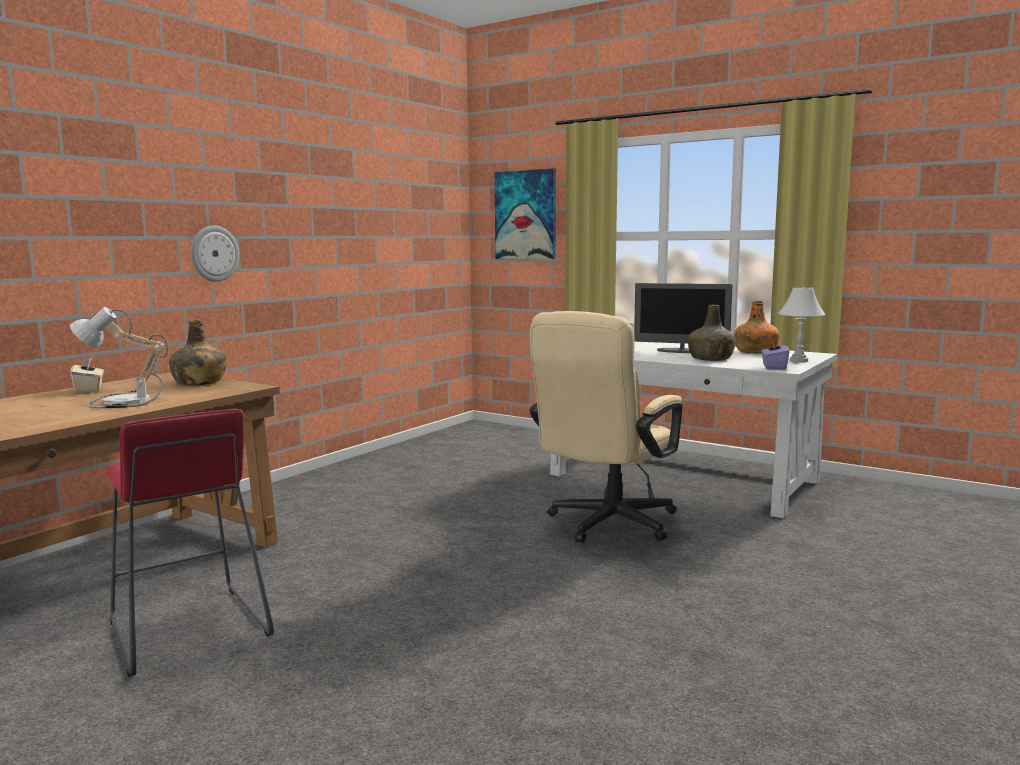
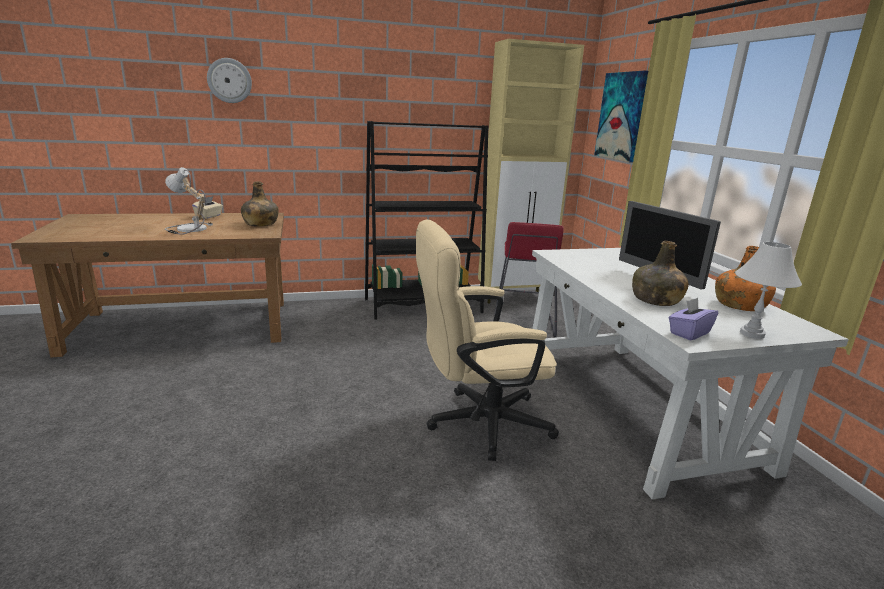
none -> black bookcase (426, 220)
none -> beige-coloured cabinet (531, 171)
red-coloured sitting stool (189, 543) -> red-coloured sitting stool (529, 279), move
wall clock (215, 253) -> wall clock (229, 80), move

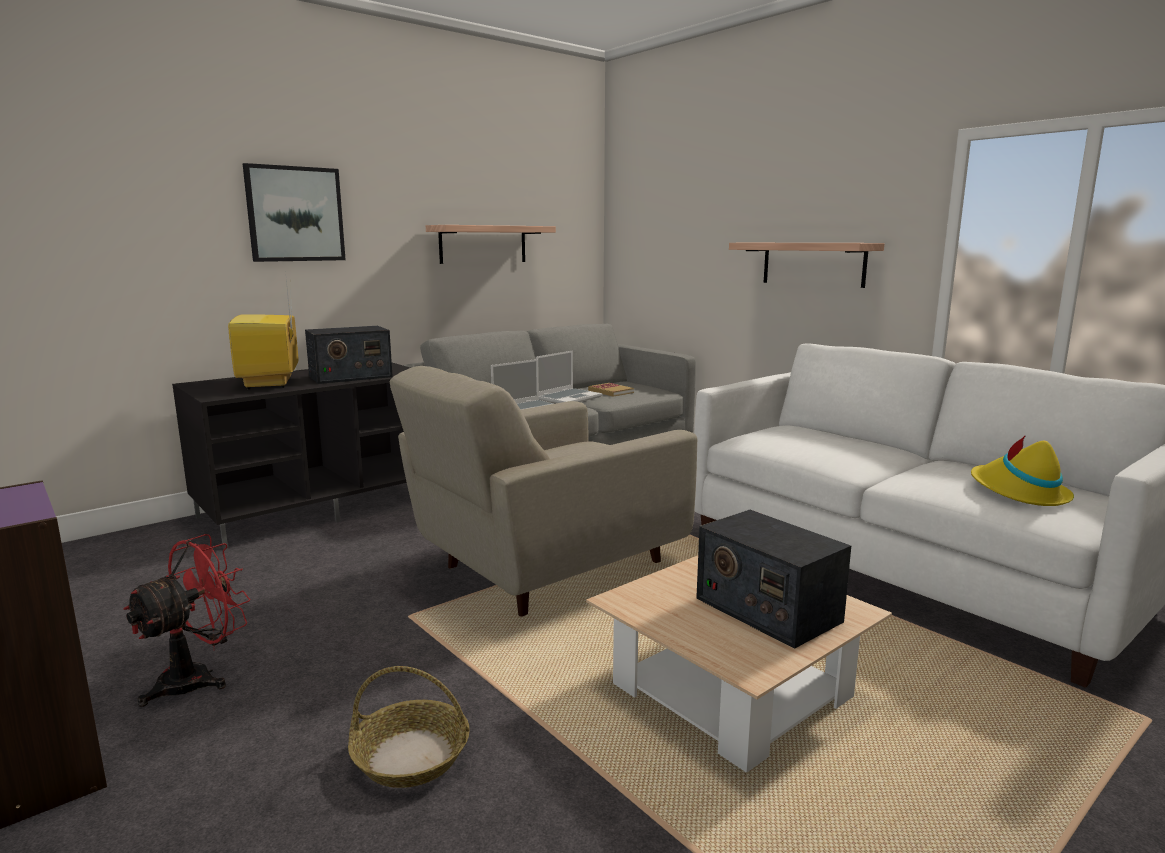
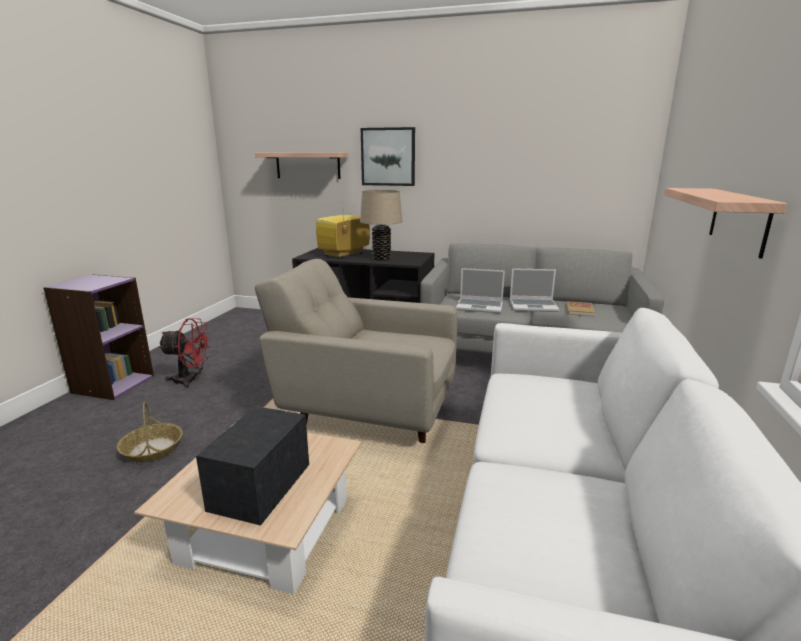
yellow-coloured hat (1022, 470) -> none
shelf (491, 244) -> shelf (301, 166), move
radio (349, 355) -> beige-coloured lamp for a table (381, 225)

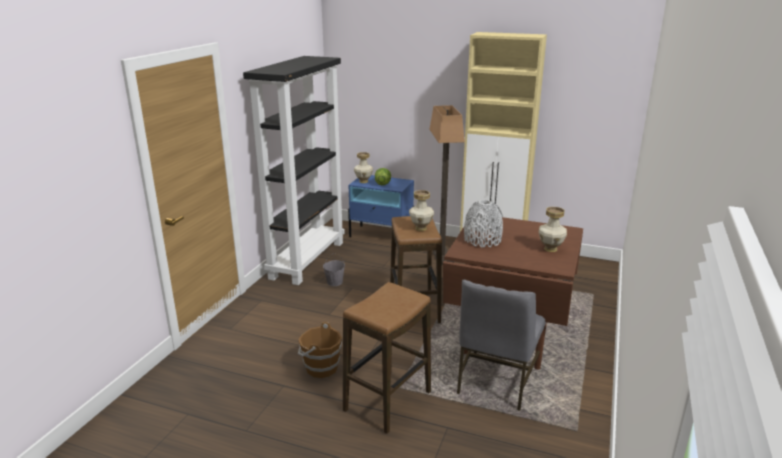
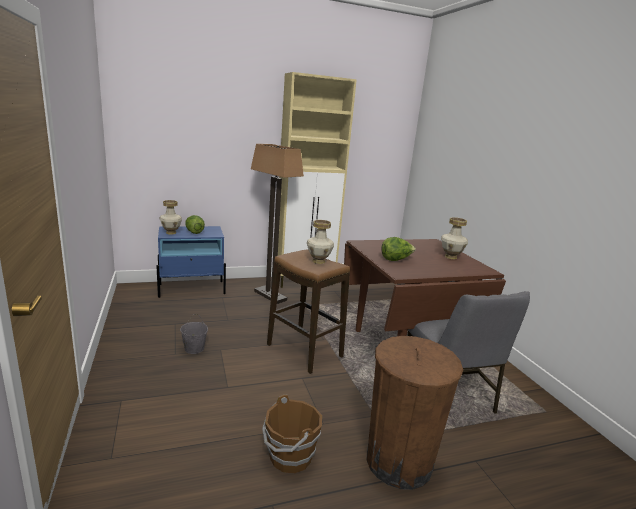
black bookcase (294, 170) -> none
sitting stool (387, 358) -> brown waste bin (415, 413)
gray flower vase (483, 224) -> lettuce (398, 249)

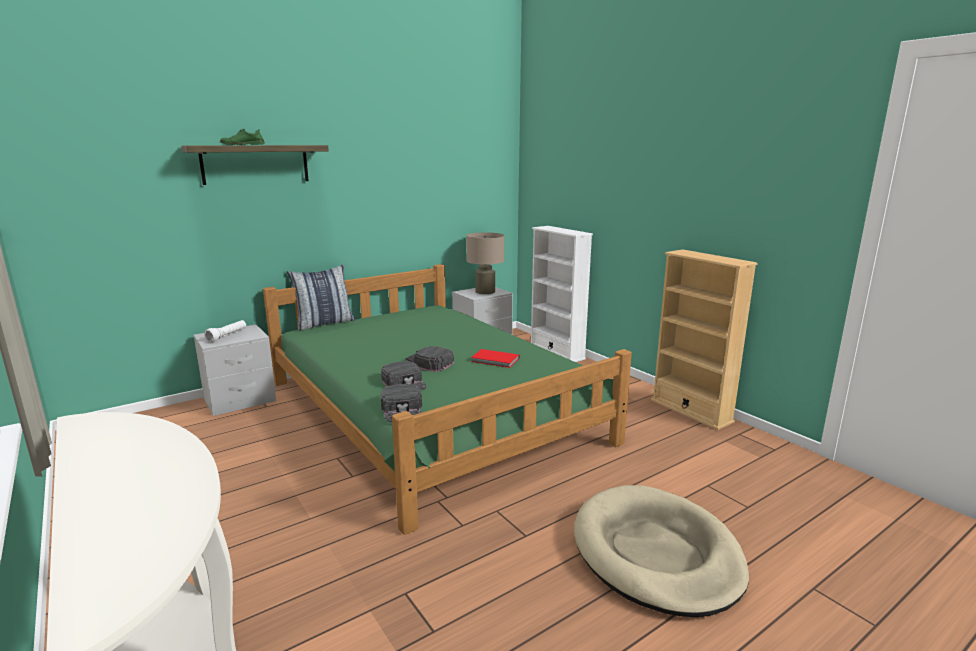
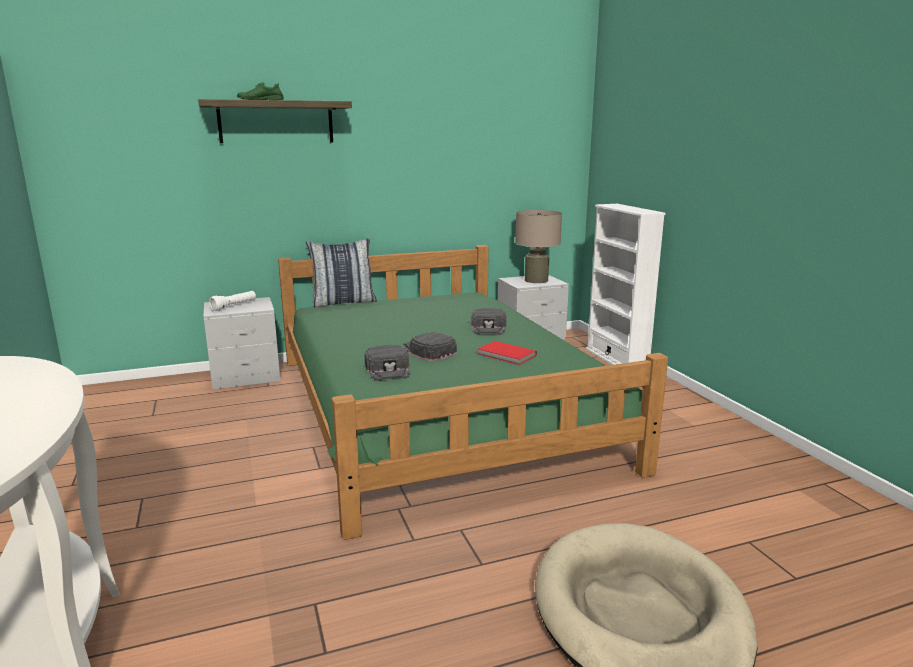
beige-coloured bookcase (704, 339) -> none
black cap (401, 403) -> black cap (488, 321), move

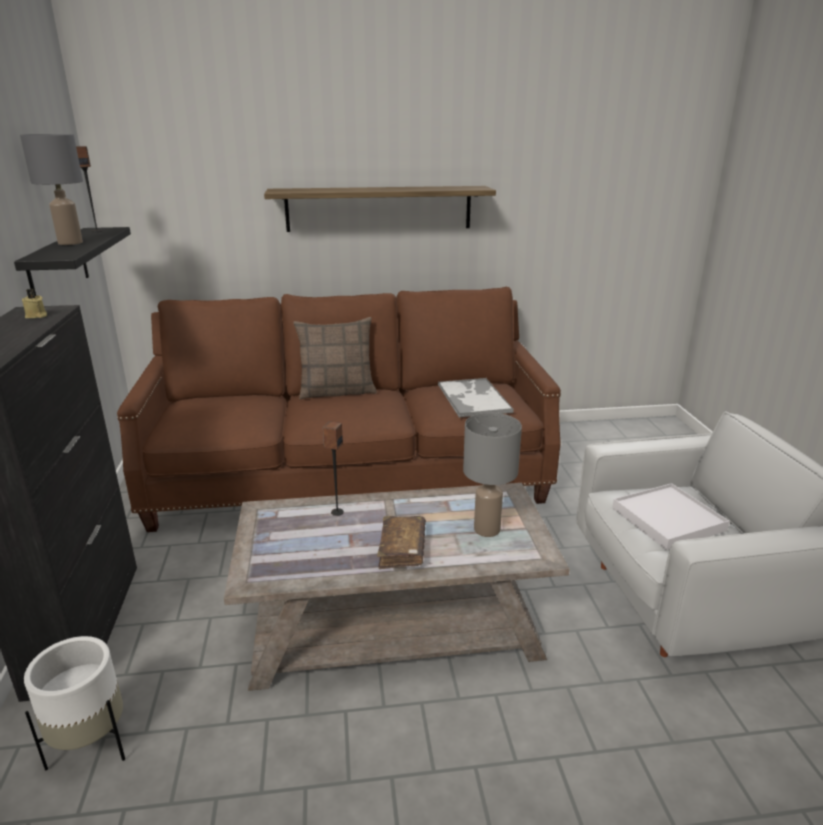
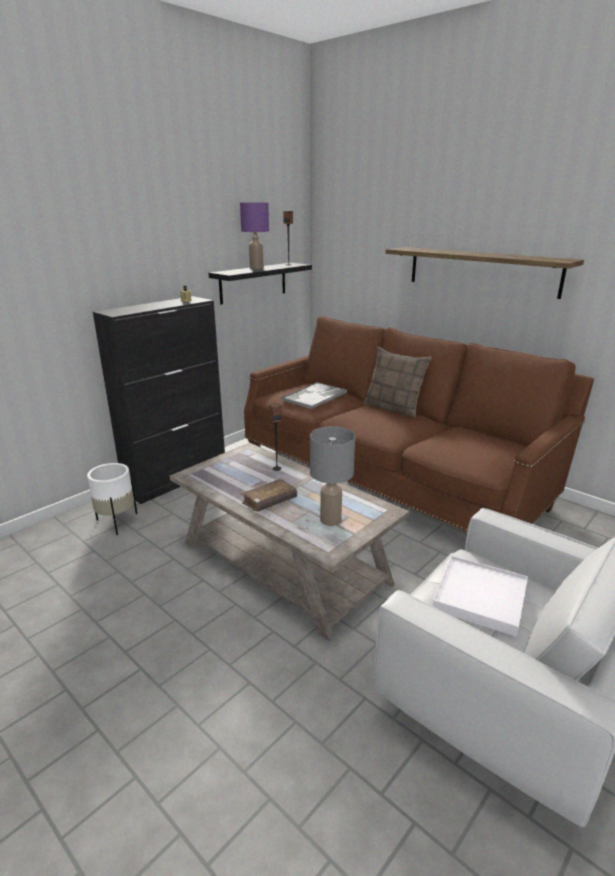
tray (475, 397) -> tray (314, 395), move
gray lamp for a table (51, 189) -> purple-coloured lamp for a table (254, 235)

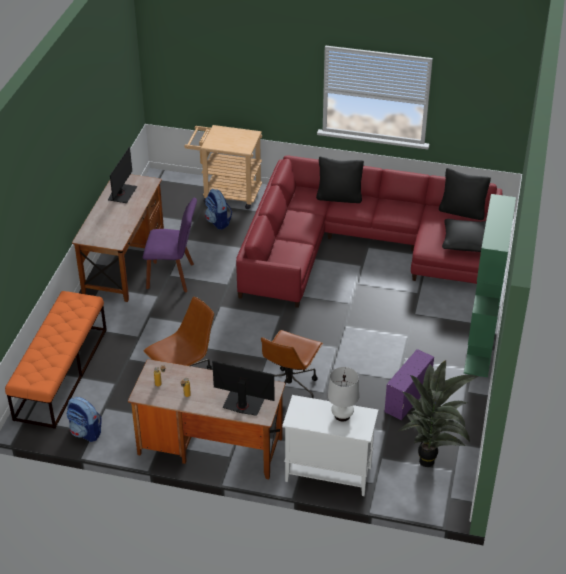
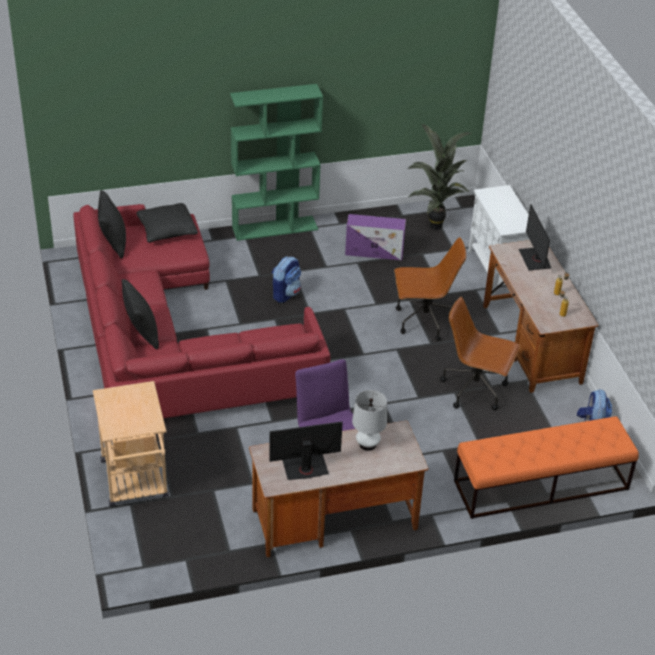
rucksack (218, 209) -> rucksack (286, 279), move
white lamp for a table (343, 394) -> white lamp for a table (369, 420), move

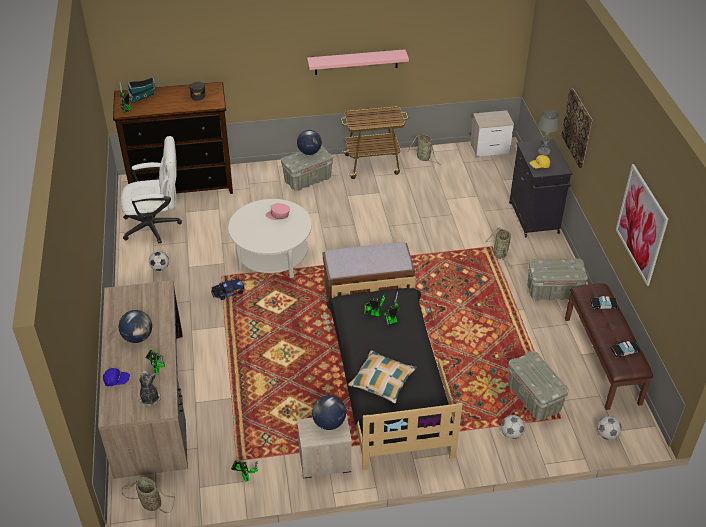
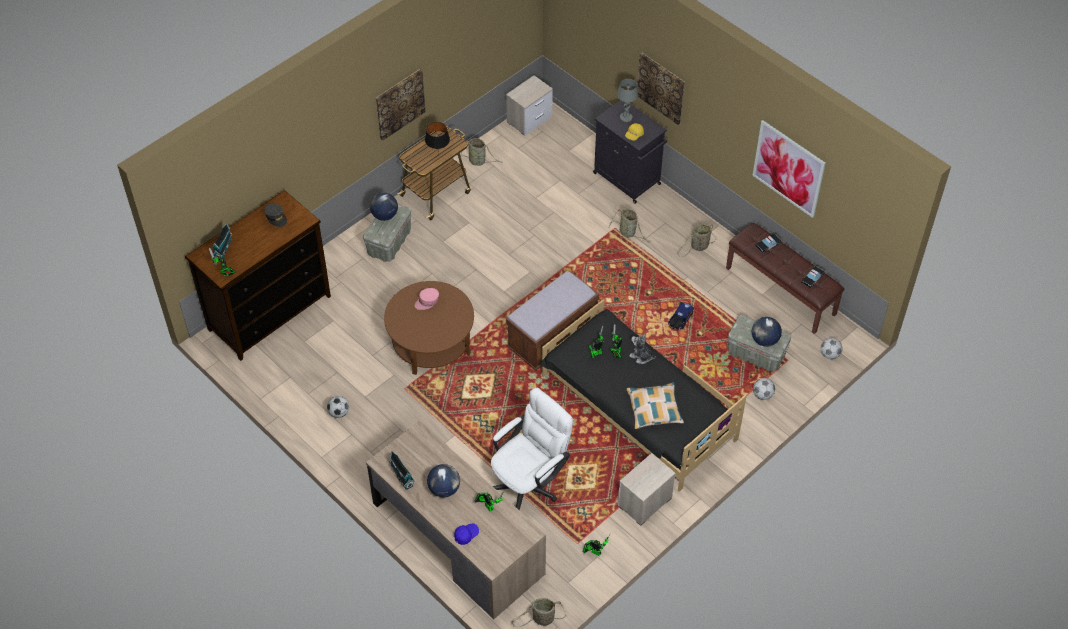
none -> model house (402, 470)
none -> black lamp for a table (437, 138)
white desk chair (151, 189) -> white desk chair (532, 449), move
plush toy (150, 388) -> plush toy (642, 349), move
toy lorry (227, 289) -> toy lorry (681, 316), move
world globe (329, 412) -> world globe (767, 332), move
pinkish shelf (358, 62) -> wall picture (400, 105)
gray storage bin (558, 280) -> household basket (696, 240)
white coffee table (270, 238) -> brown coffee table (429, 328)

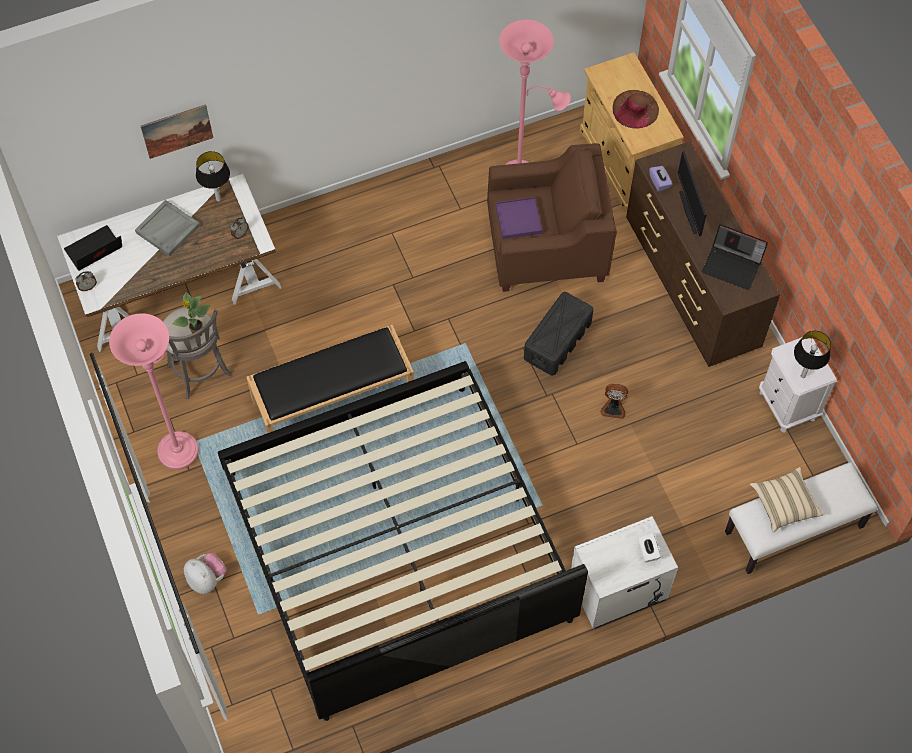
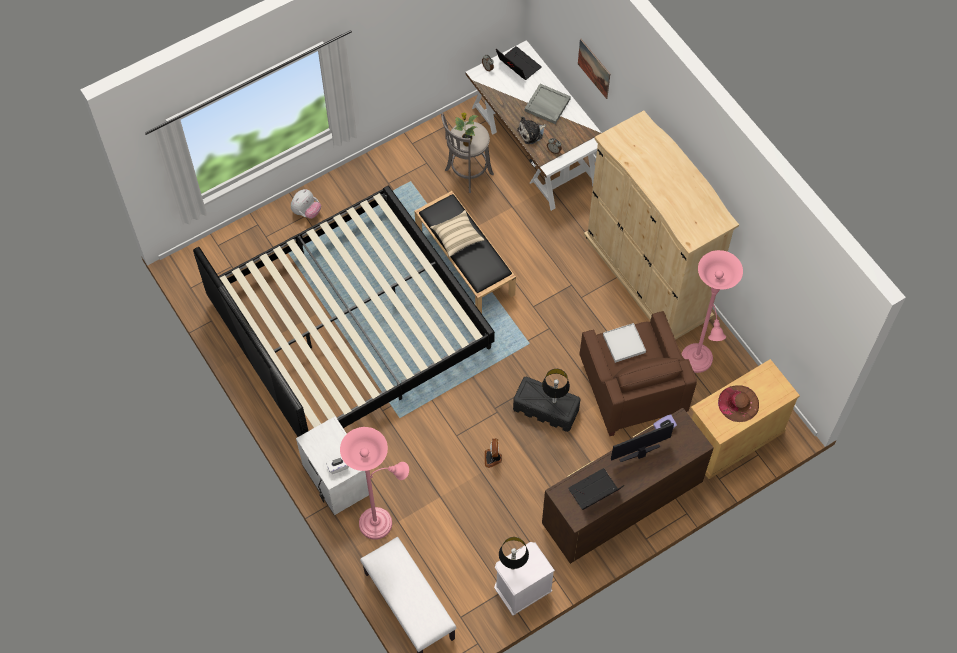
none -> plush toy (531, 130)
none -> beige-coloured armoire (661, 225)
pinkish standing lamp (154, 391) -> pinkish standing lamp (374, 483), move
lamp for a table (213, 176) -> lamp for a table (556, 386), move
beige-coloured cushion (786, 500) -> beige-coloured cushion (457, 233), move
purple-coloured tray (519, 218) -> white tray (624, 343)
notebook computer (735, 257) -> notebook computer (596, 489), 45 degrees clockwise

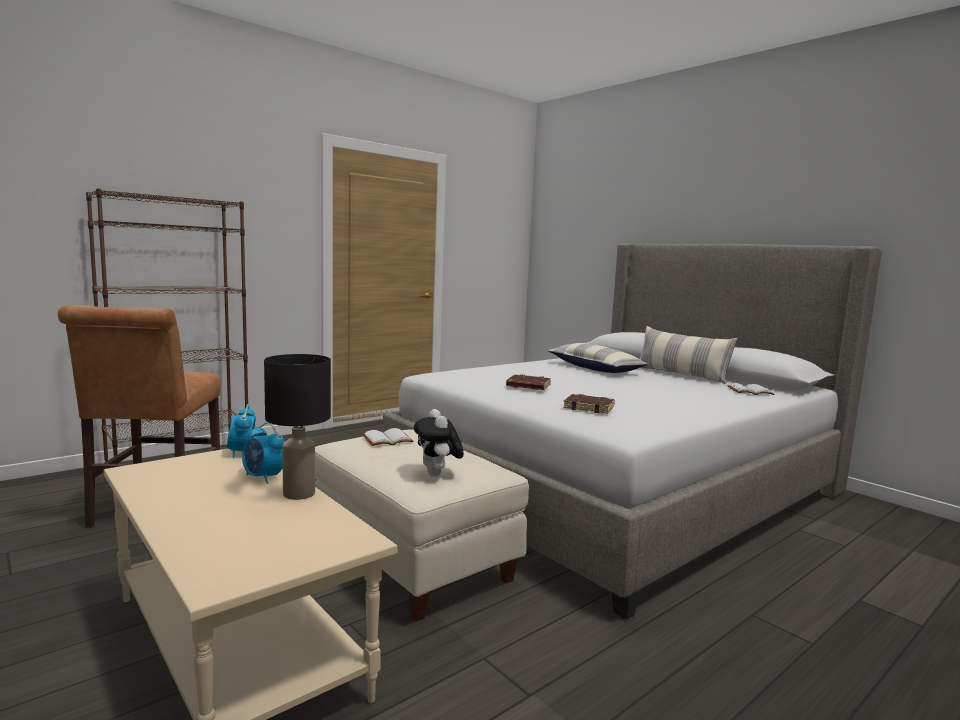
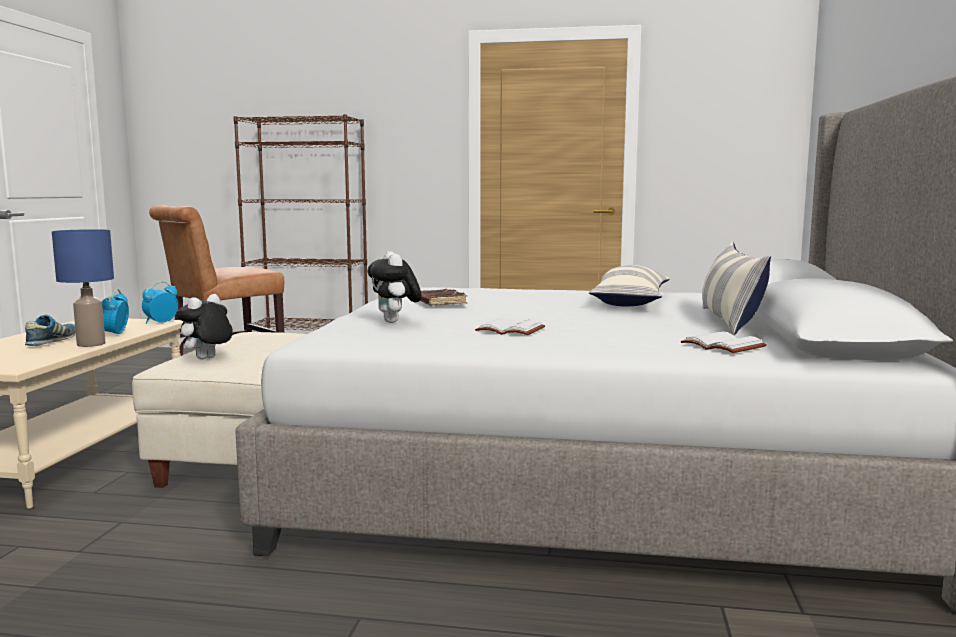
none -> low shoe (50, 330)
white book (387, 437) -> white book (510, 326), move
brown book (589, 404) -> plush toy (394, 287)
black lamp for a table (297, 427) -> blue-coloured lamp for a table (83, 288)

